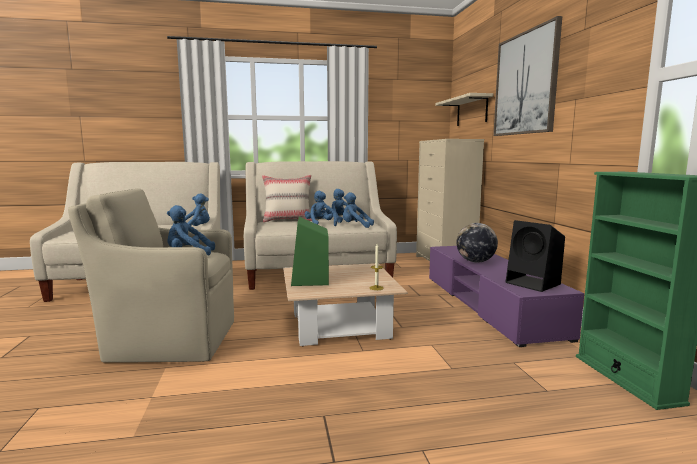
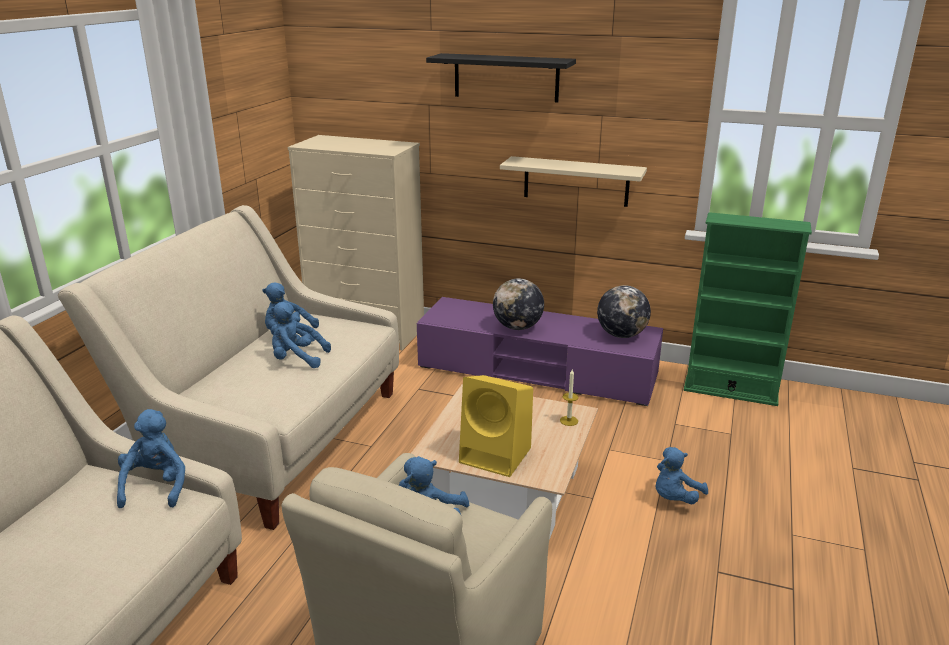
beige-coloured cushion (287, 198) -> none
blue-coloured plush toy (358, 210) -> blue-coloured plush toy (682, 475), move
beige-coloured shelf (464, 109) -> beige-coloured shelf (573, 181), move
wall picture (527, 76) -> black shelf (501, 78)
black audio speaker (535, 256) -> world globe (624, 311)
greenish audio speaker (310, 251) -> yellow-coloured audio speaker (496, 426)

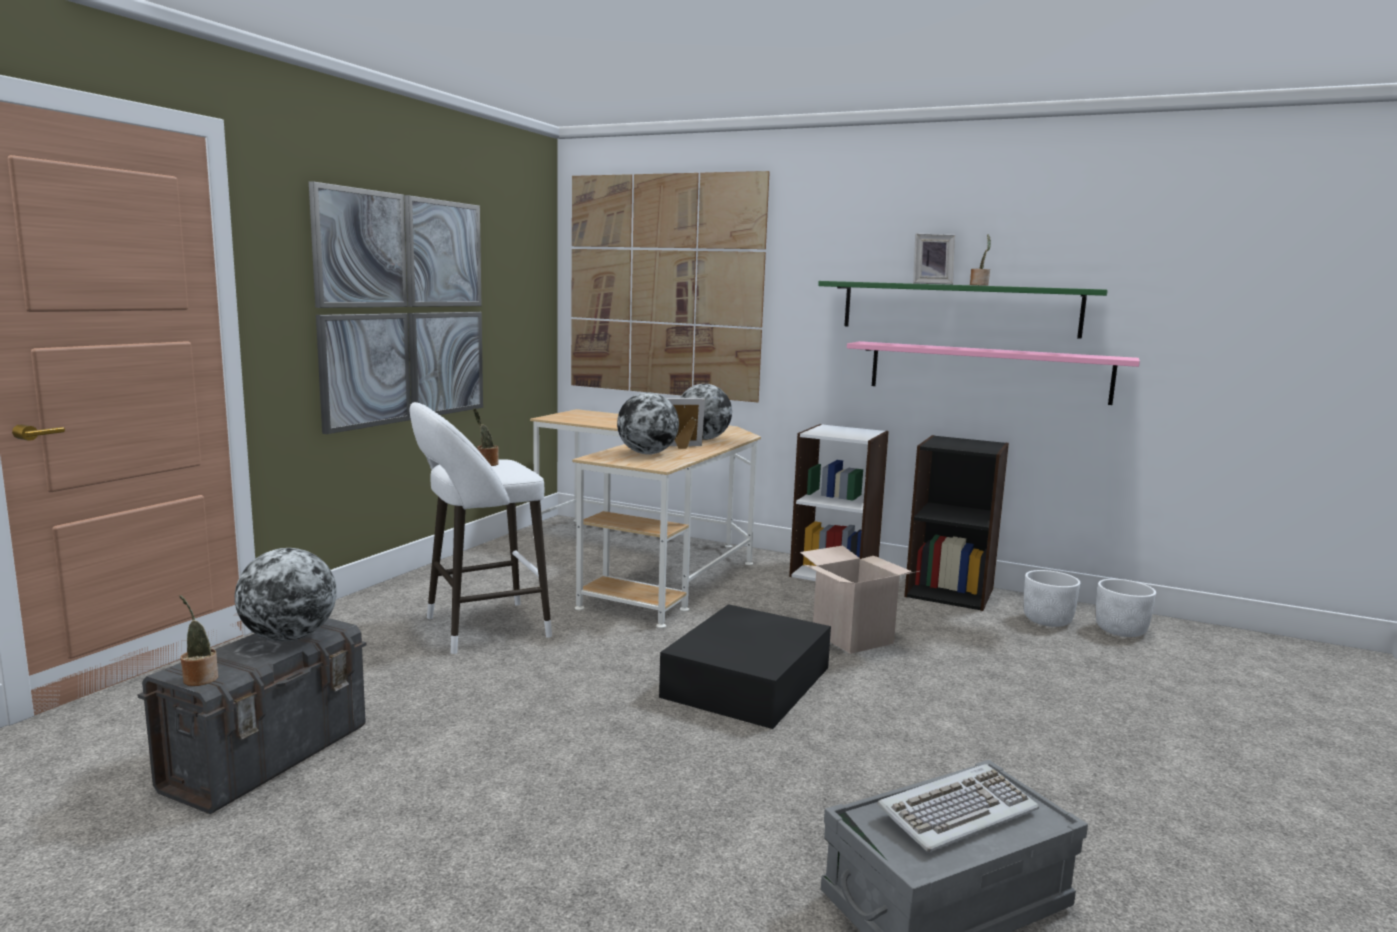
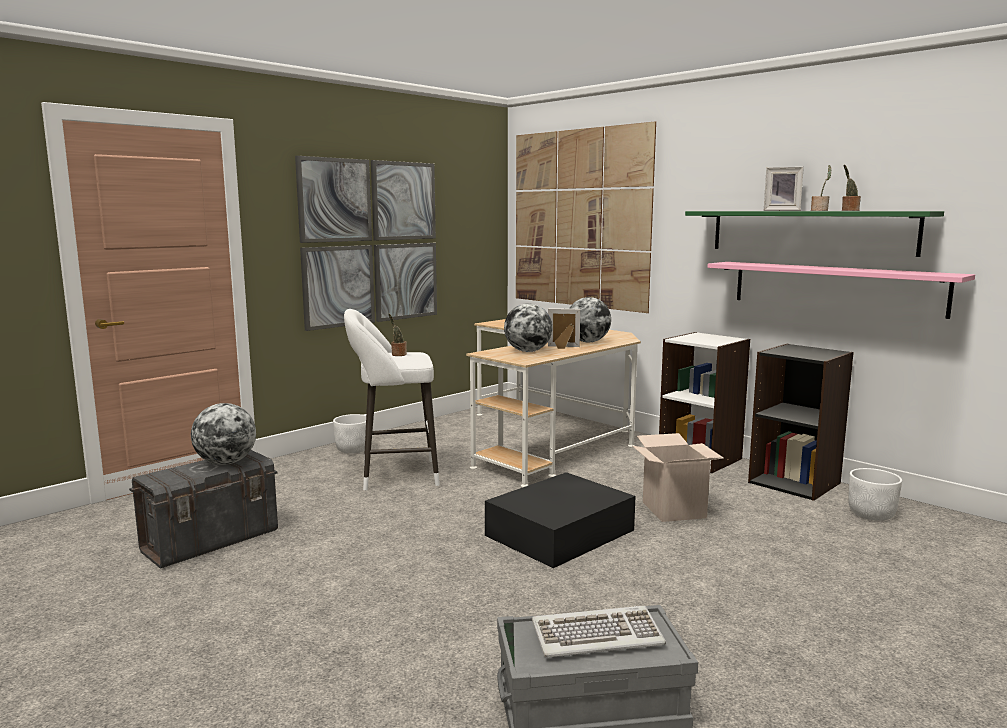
potted plant (198, 640) -> potted plant (851, 188), move
white flower pot (1126, 608) -> white flower pot (349, 434), move

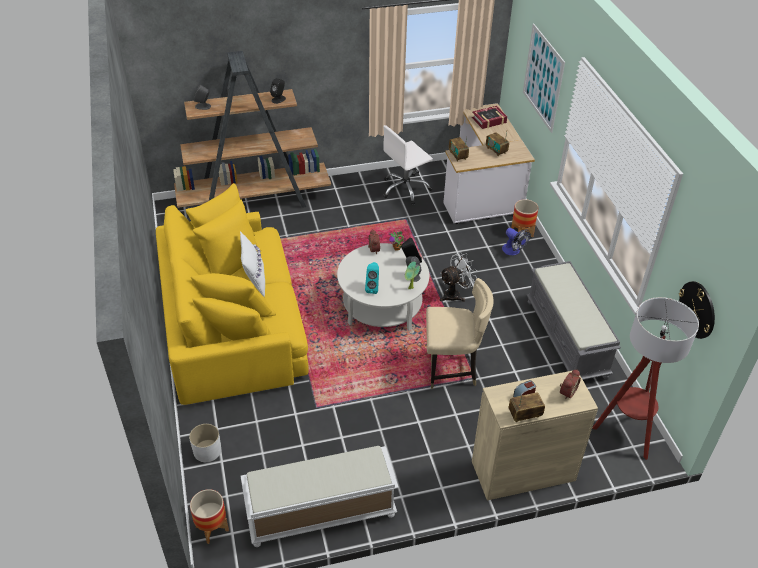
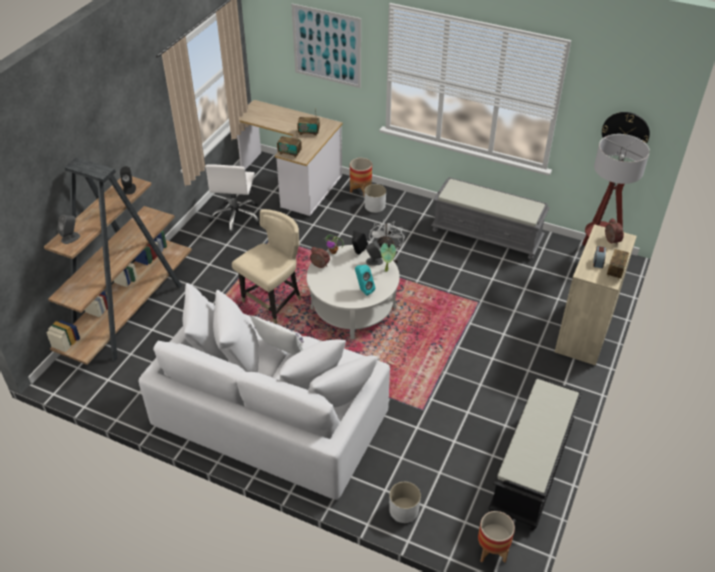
book (489, 117) -> none
beige-coloured chair (460, 333) -> beige-coloured chair (266, 266), move
fan (516, 242) -> white flower pot (375, 198)
yellow-coloured sofa (232, 294) -> white sofa (264, 391)
white indoor bench (319, 496) -> black indoor bench (535, 453)

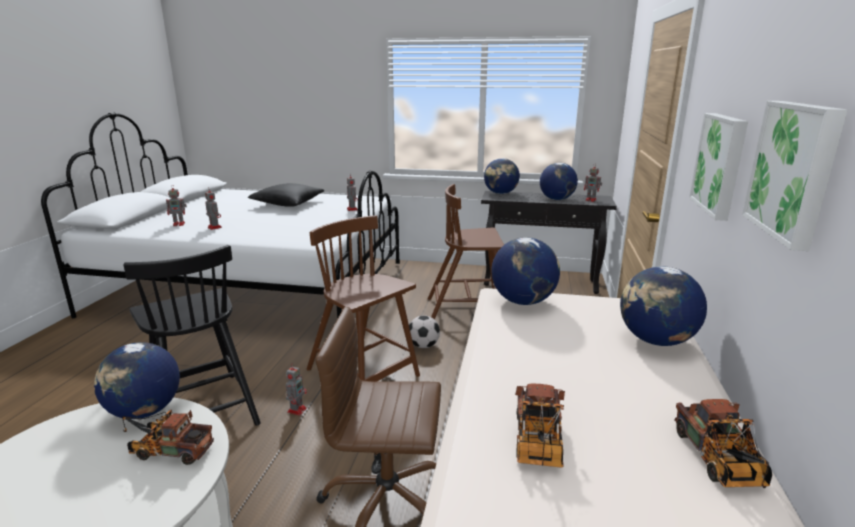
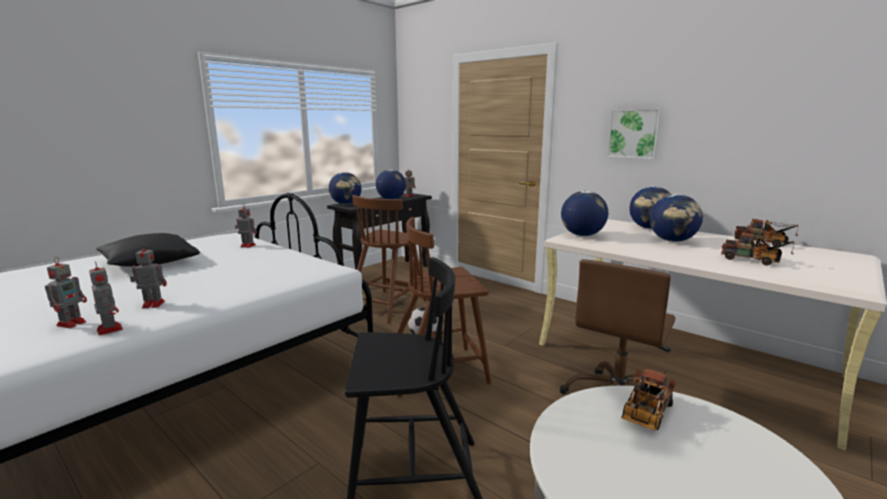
wall picture (795, 176) -> none
world globe (137, 380) -> world globe (676, 218), move
robot figure (296, 389) -> robot figure (106, 298), move

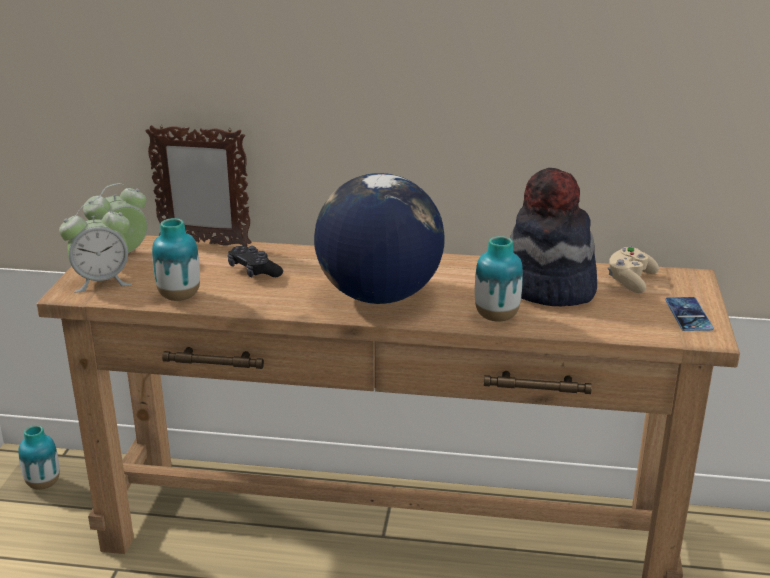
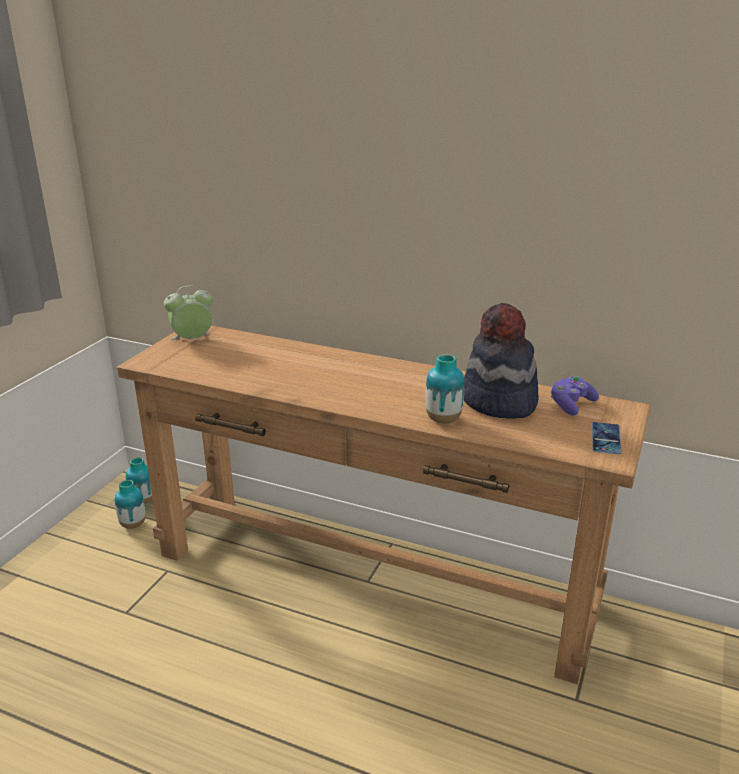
table clock (95, 248) -> none
standing frame (198, 186) -> none
black joypad (255, 261) -> none
world globe (379, 238) -> none
flower vase (176, 259) -> flower vase (130, 504), move
beige-coloured joypad (633, 269) -> purple-coloured joypad (574, 396)

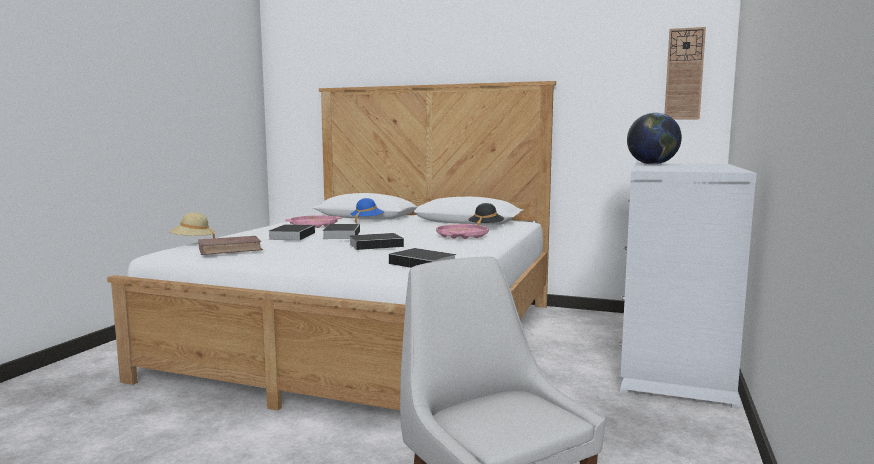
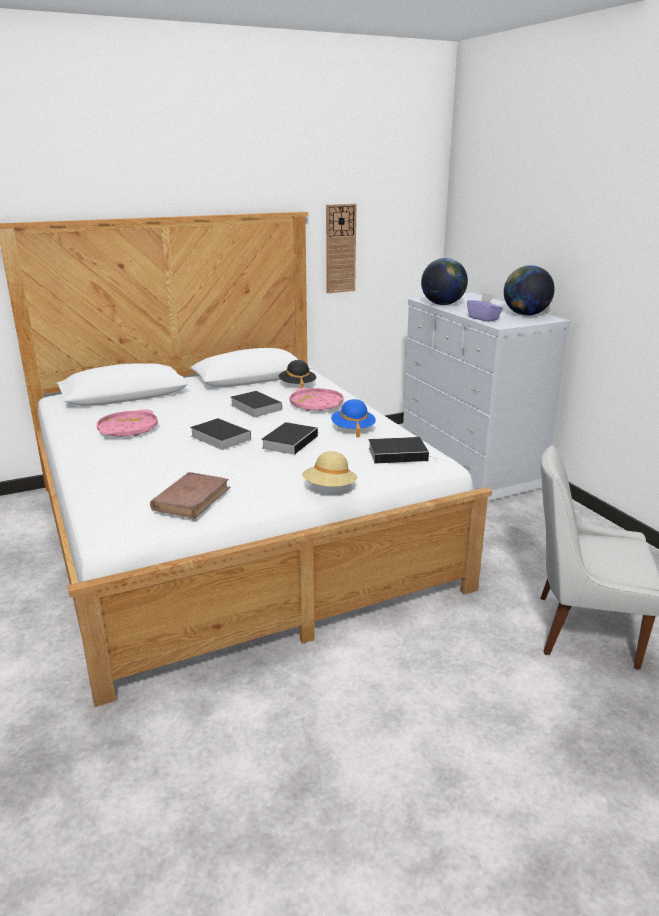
none -> purple-coloured box of tissues (485, 307)
none -> world globe (529, 290)
beige-coloured hat (192, 225) -> beige-coloured hat (329, 469), move
book (291, 232) -> book (256, 404), move
blue-coloured hat (367, 210) -> blue-coloured hat (353, 418), move
wall clock (685, 73) -> wall clock (341, 248), move

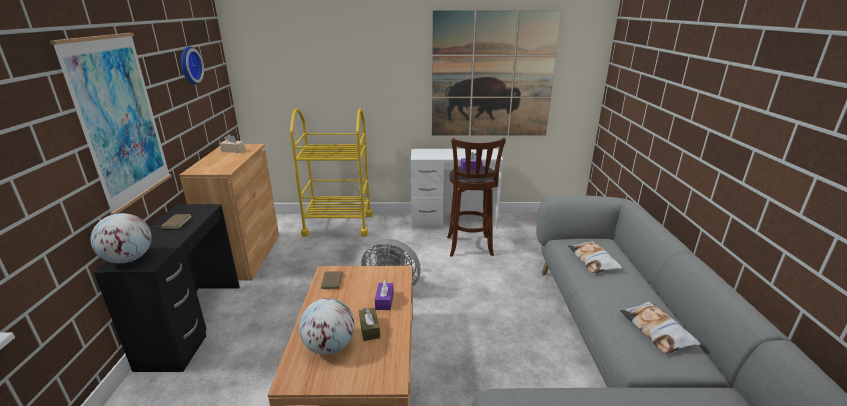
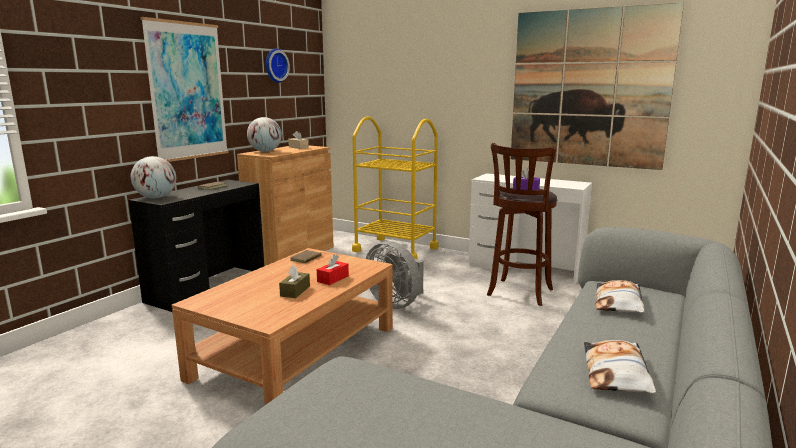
world globe (327, 326) -> world globe (264, 134), move
purple-coloured box of tissues (384, 295) -> red-coloured box of tissues (333, 269)

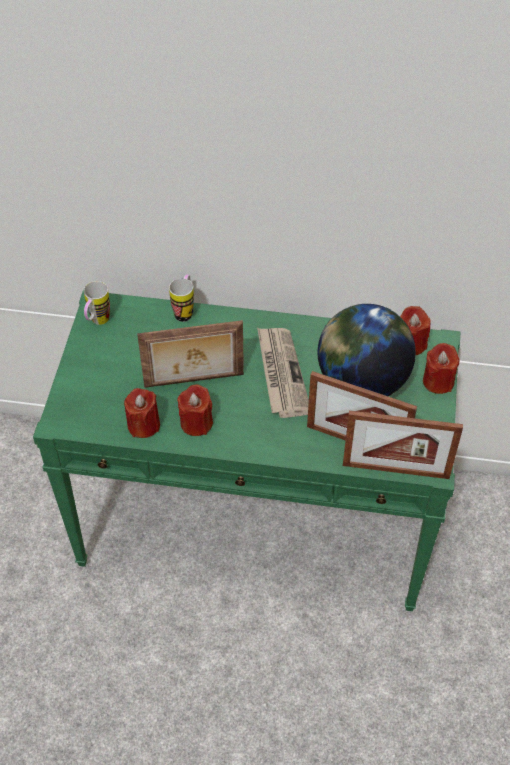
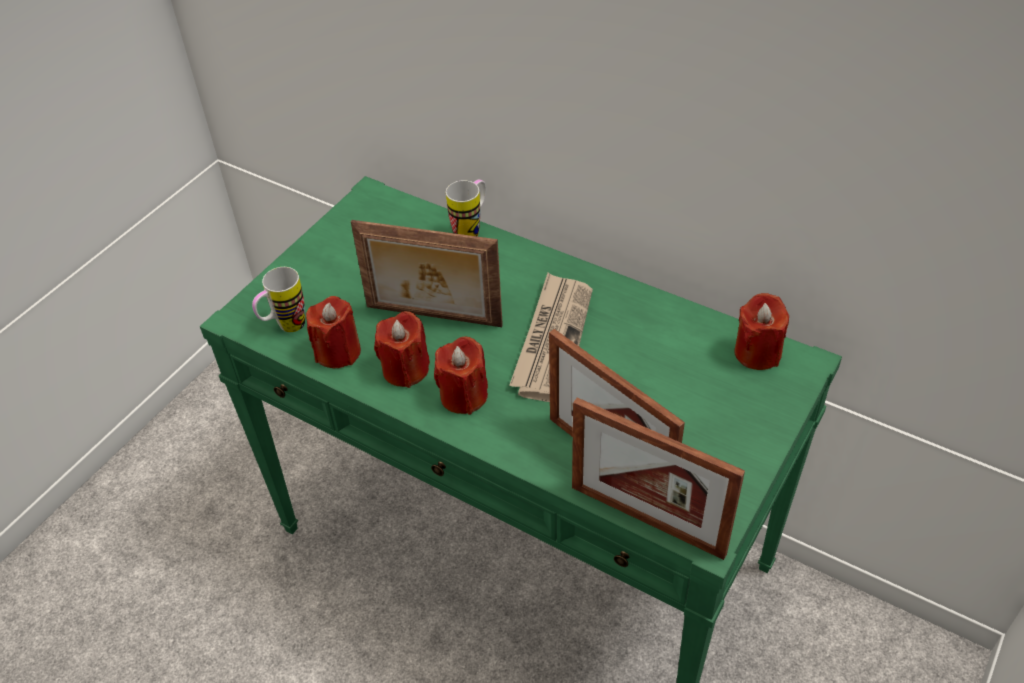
world globe (367, 350) -> none
tea mug (97, 303) -> tea mug (278, 299), move
red-coloured candle (441, 368) -> red-coloured candle (461, 375), move

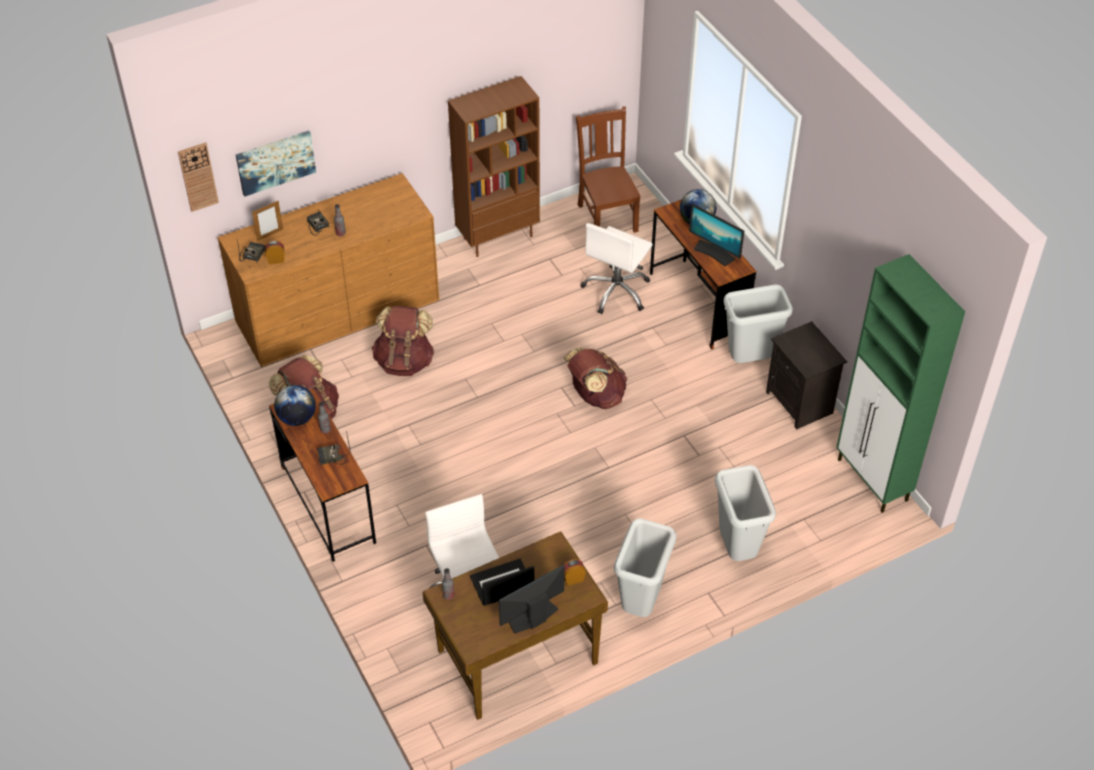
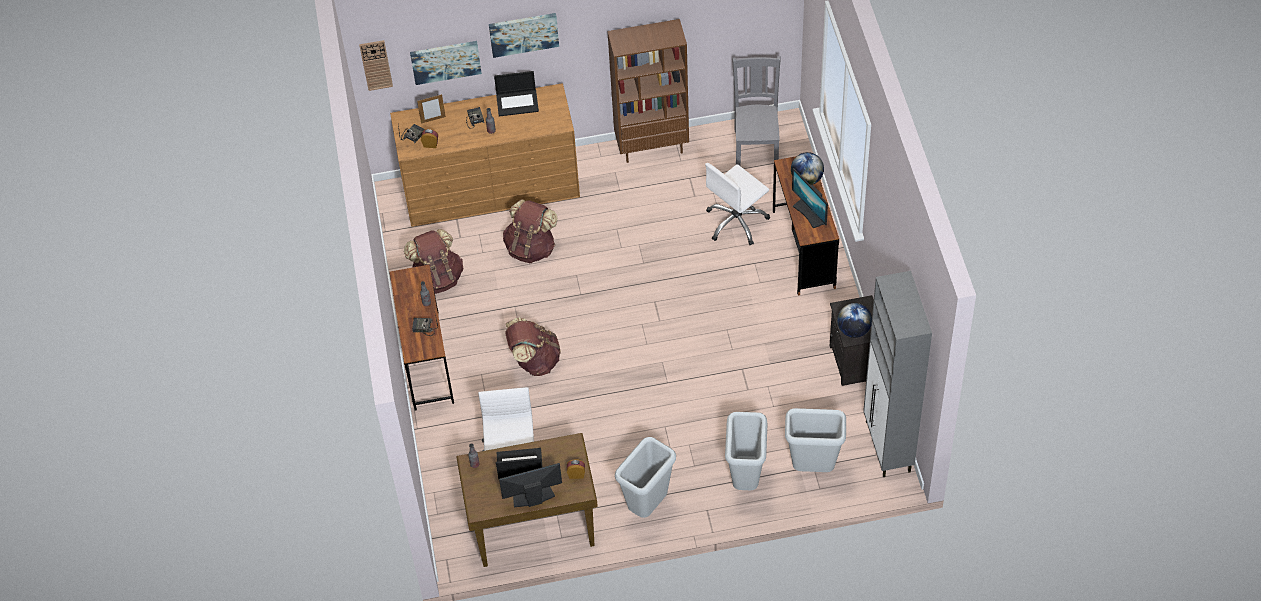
none -> wall picture (524, 35)
none -> notebook computer (516, 93)
world globe (295, 405) -> world globe (854, 320), move
brown rucksack (595, 378) -> brown rucksack (533, 346), move
gray waste bin (758, 324) -> gray waste bin (815, 440), move
brown chair (608, 170) -> gray chair (756, 111)
greenish cabinet (900, 383) -> gray cabinet (897, 374)

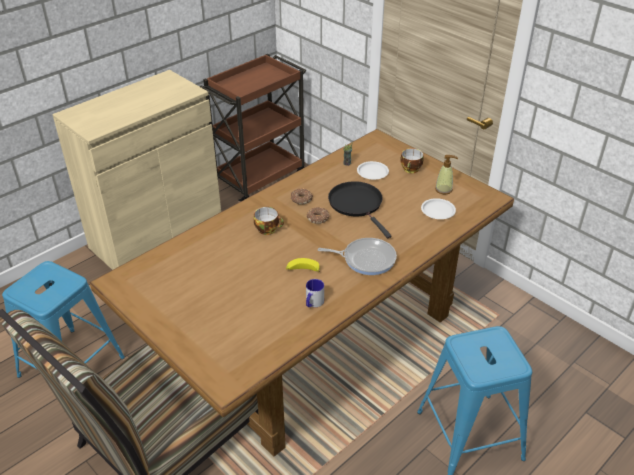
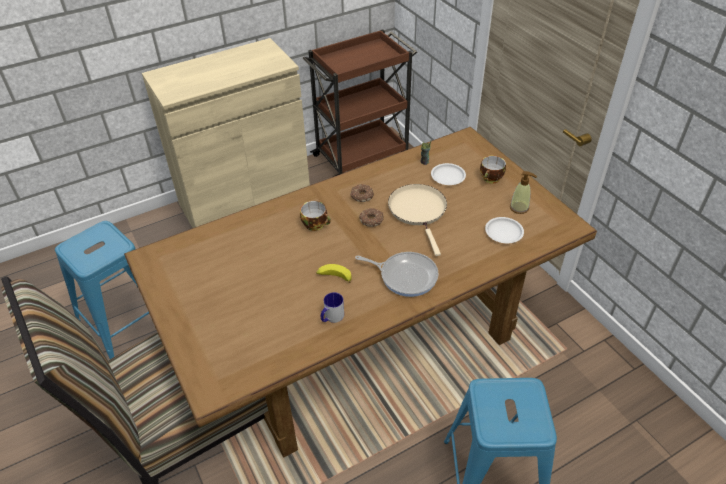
black frying pan (359, 209) -> beige-coloured frying pan (417, 220)

